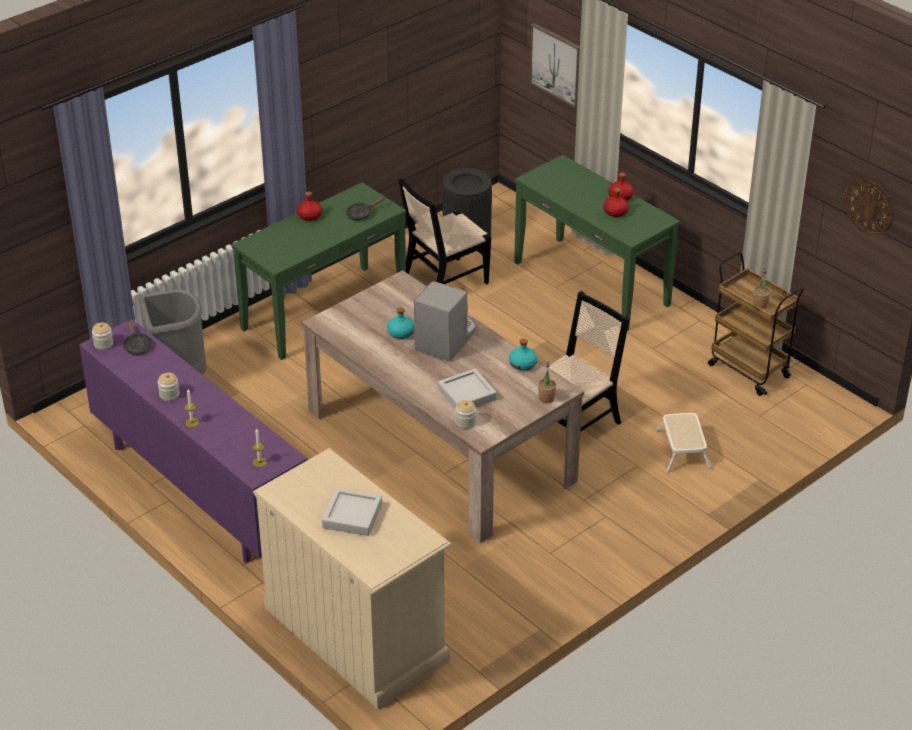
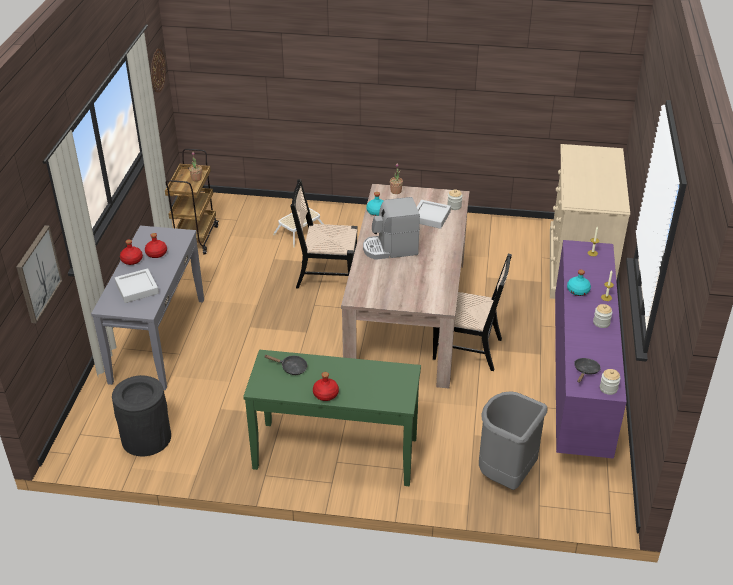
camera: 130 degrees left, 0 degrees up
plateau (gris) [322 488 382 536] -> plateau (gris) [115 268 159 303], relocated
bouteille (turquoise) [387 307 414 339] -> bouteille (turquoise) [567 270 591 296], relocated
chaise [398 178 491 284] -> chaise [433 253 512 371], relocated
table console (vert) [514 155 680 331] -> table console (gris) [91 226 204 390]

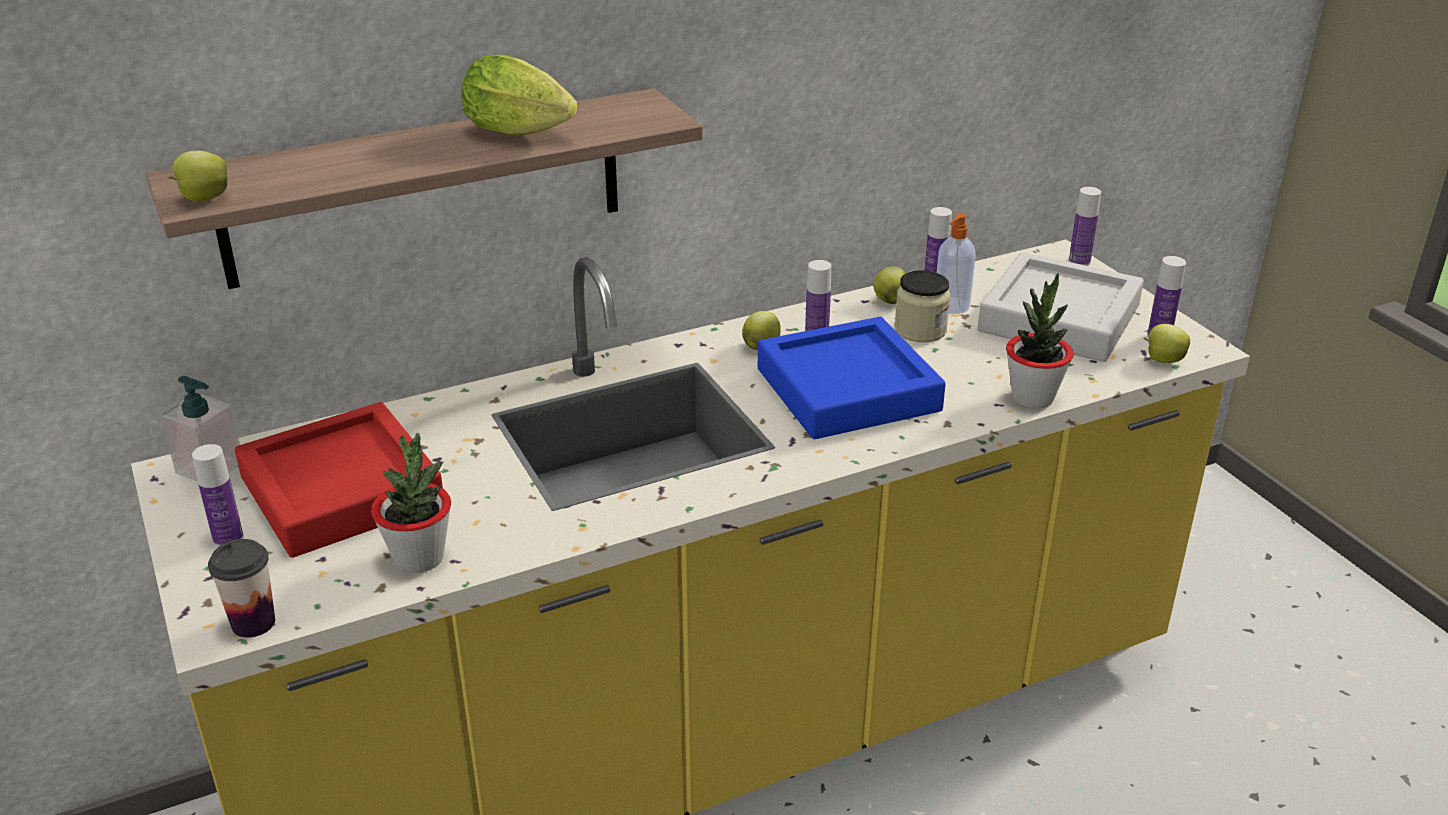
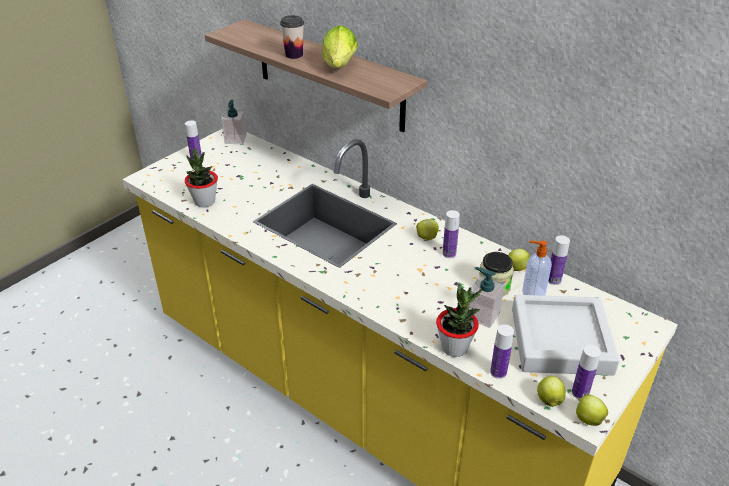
camera: 65 degrees right, 5 degrees up
pomme [168 151 228 202] -> pomme [576 395 608 426], relocated
tasse [208 539 275 638] -> tasse [280 15 304 59], relocated
plateau (rouge) [235 402 443 558] -> none
plateau (bleu) [758 317 946 439] -> none
bouteille [1069 187 1101 266] -> bouteille [490 324 514 379], relocated
none -> distributeur de savon [469 267 505 328]

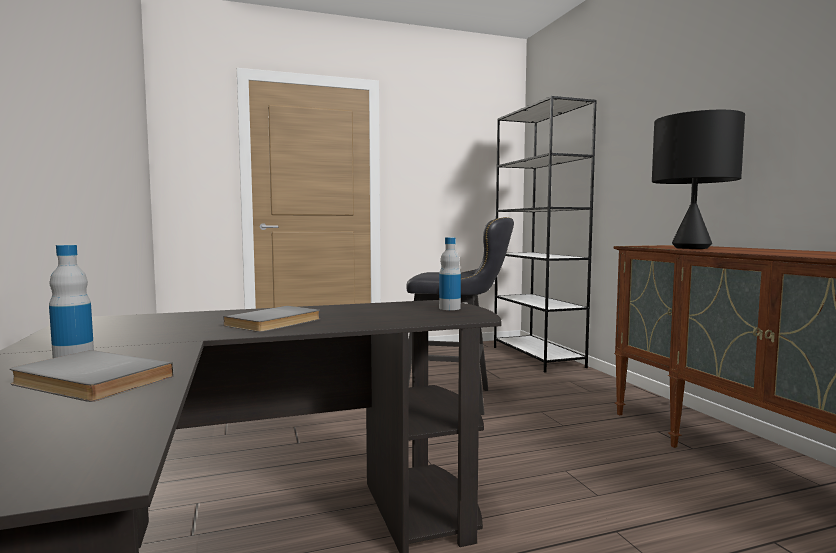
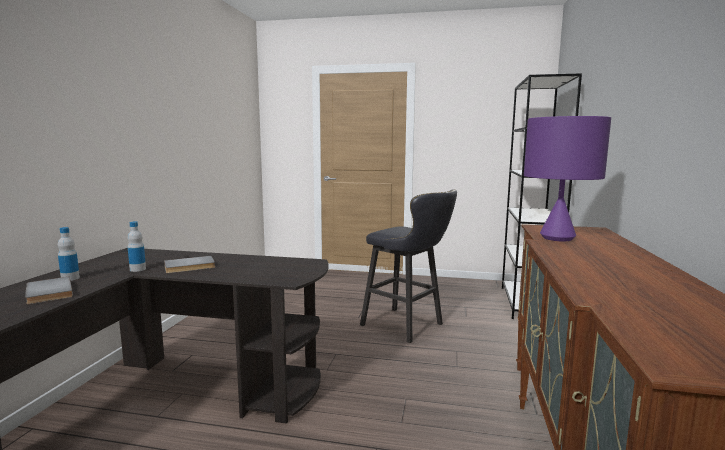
camera: 30 degrees right, 5 degrees up
bouteille [439 237 461 310] -> bouteille [128 222 146 272], relocated
lampe de table (noir) [652 110 745 249] -> lampe de table (violet) [524 116 611 241]

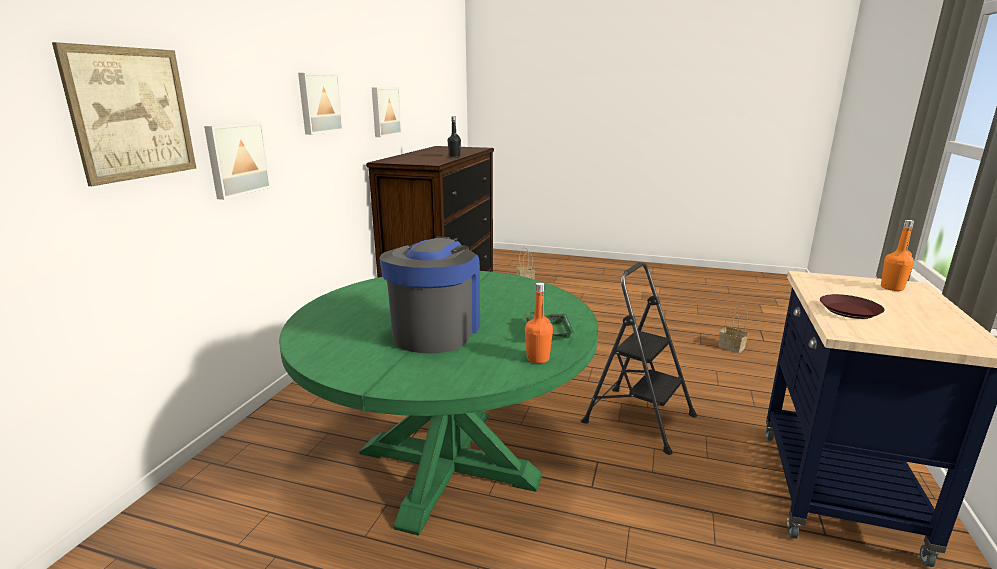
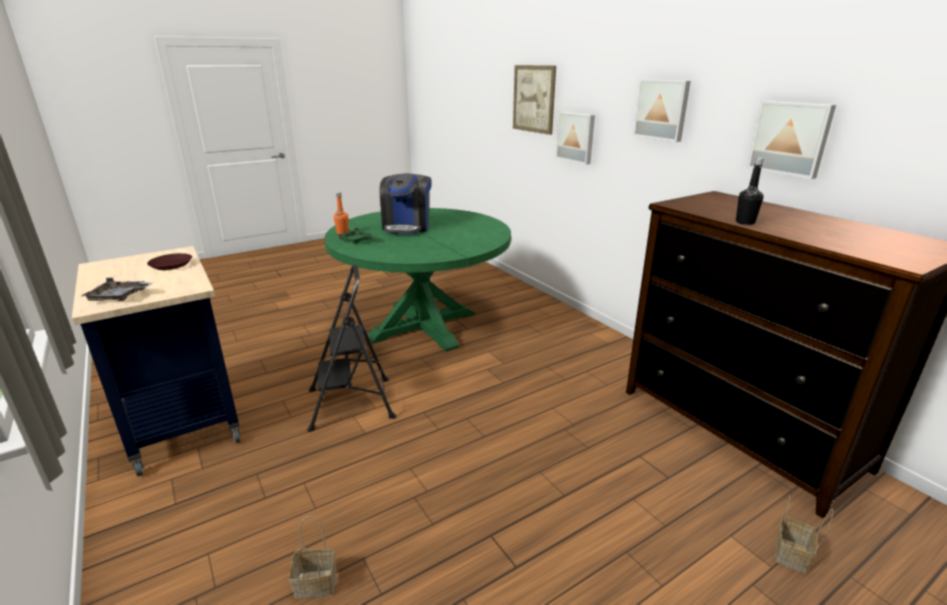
camera: 130 degrees right, 5 degrees up
machine à café [379 236 480 353] -> machine à café [379 173 431 235], 45 degrees clockwise
bouteille (orange) [881 220 914 291] -> plateau (gris) [81 278 152 301]

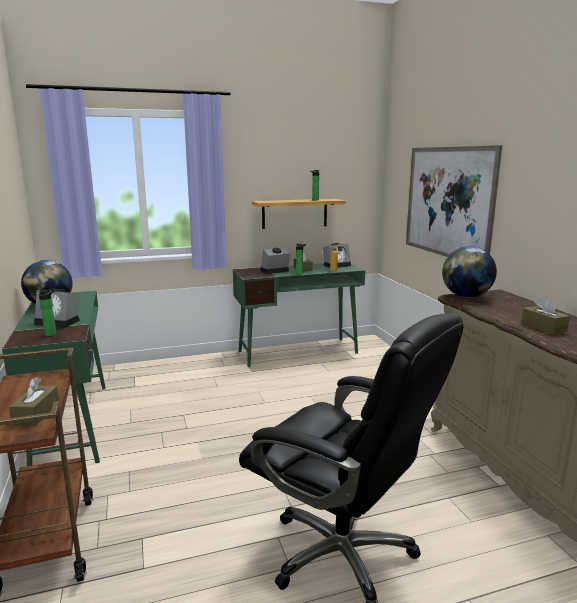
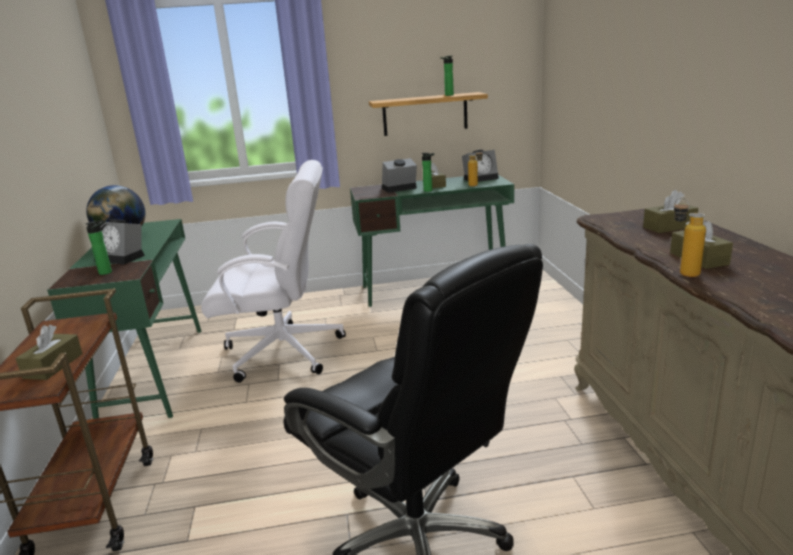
camera: 10 degrees right, 5 degrees up
tableau [406 145 502 257] -> none
globe [442 246 497 298] -> none
none -> chaise de bureau (blanc) [201 160 346 383]
none -> boîte à mouchoirs (marron) [643 190 698 233]
none -> bouteille [674 198 706 277]

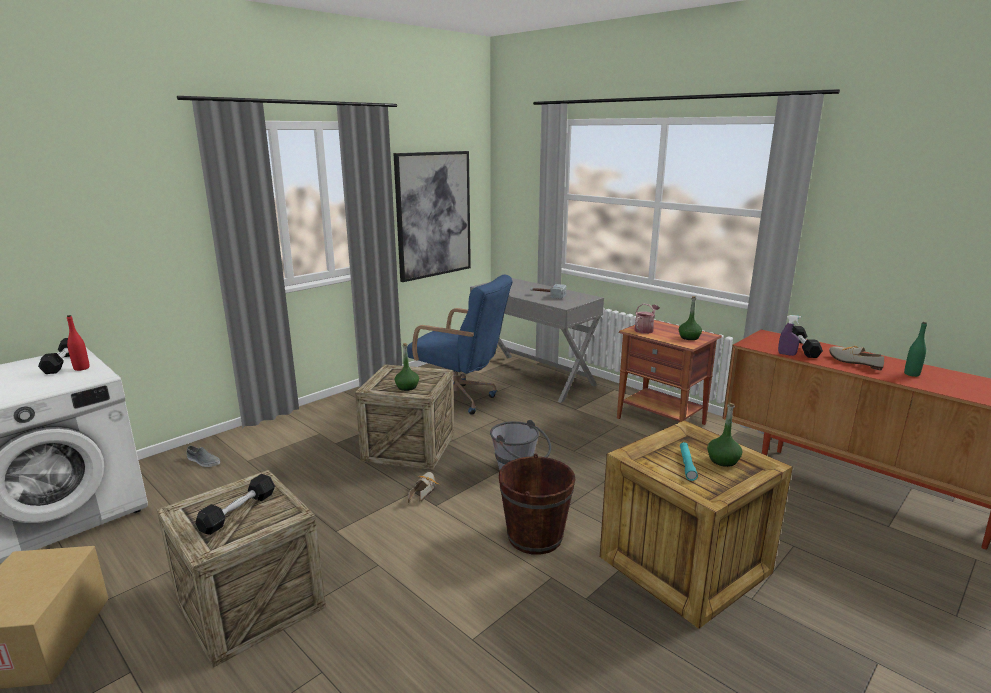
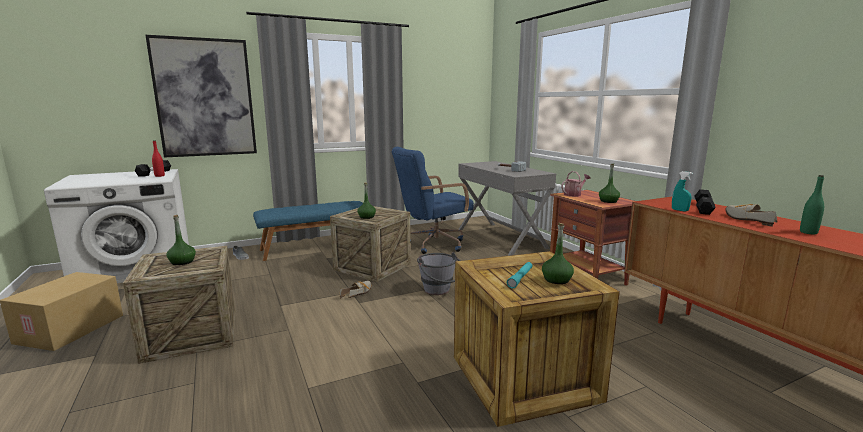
camera: 20 degrees right, 5 degrees down
haltère (noir) [195 474 275 535] -> bouteille (vert) [166 215 196 265]
tableau [393 151 471 282] -> tableau [145 35 257 157], relocated
chaise de bureau (bleu) [407 275 513 415] -> chaise de bureau (bleu) [392 147 474 254], 105 degrees clockwise
seau (marron) [499 453 575 555] -> none
vaporisateur (violet) [778 315 801 356] -> vaporisateur (turquoise) [672 171 693 211]
none -> banc (bleu) [253 201 363 261]

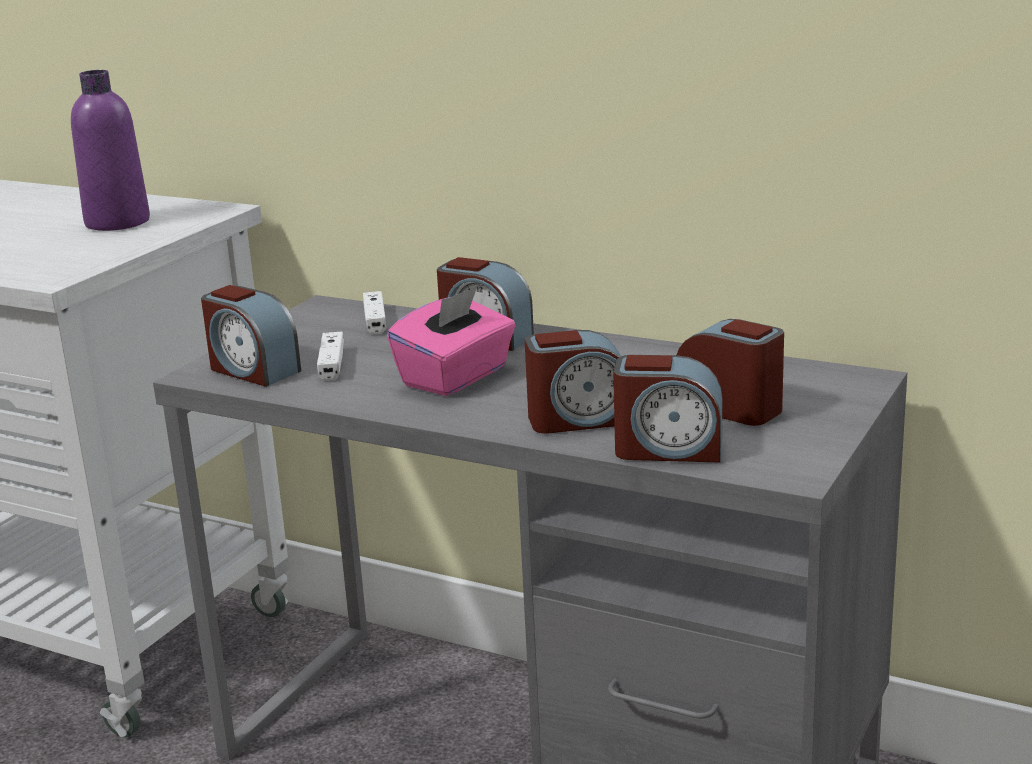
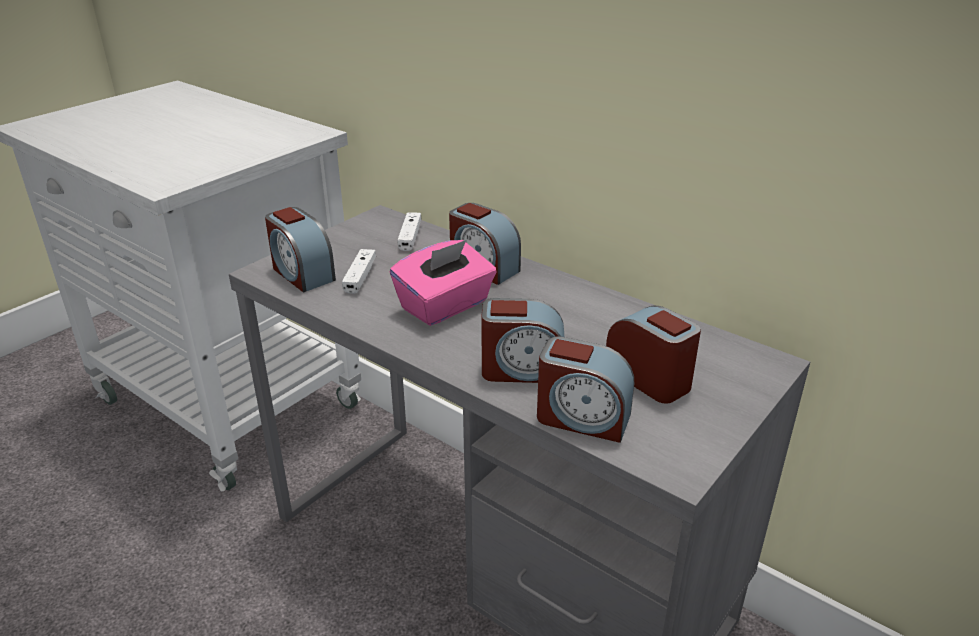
camera: 10 degrees right, 10 degrees up
bouteille (violet) [71 70 150 231] -> none

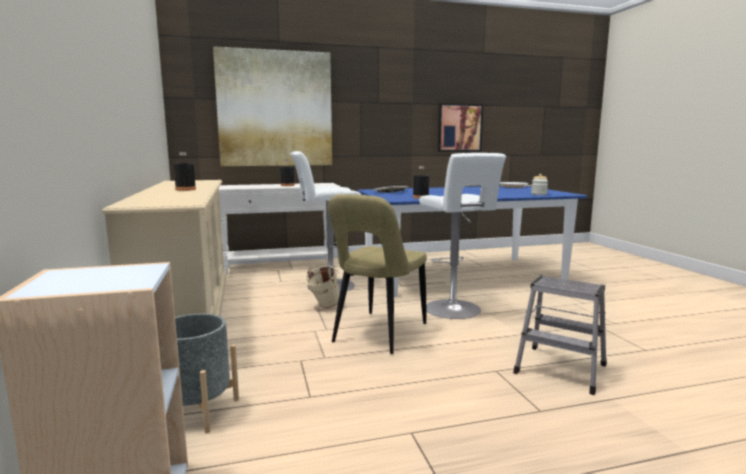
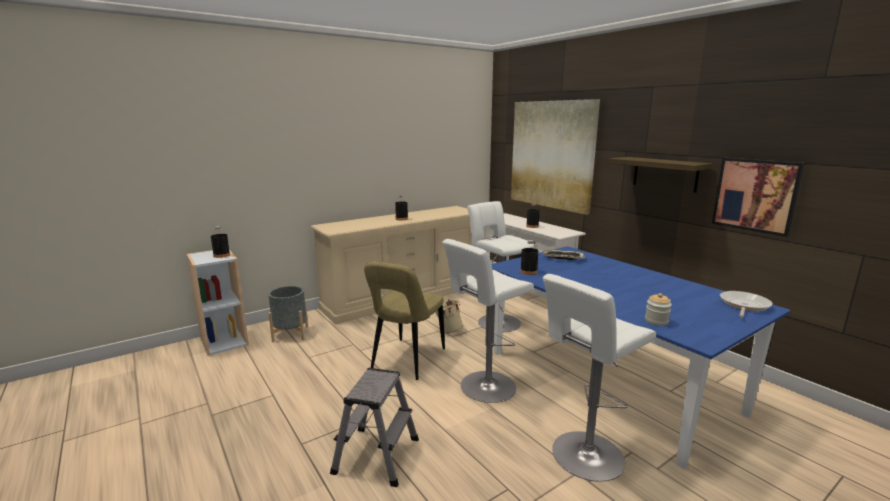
camera: 70 degrees right, 5 degrees up
chaise (beige) [328 194 427 354] -> chaise (beige) [364 261 445 380], 75 degrees counterclockwise
none -> bouteille (noir) [211 226 230 258]
none -> tabouret (blanc) [542 274 656 482]
none -> étagère [609 157 713 193]

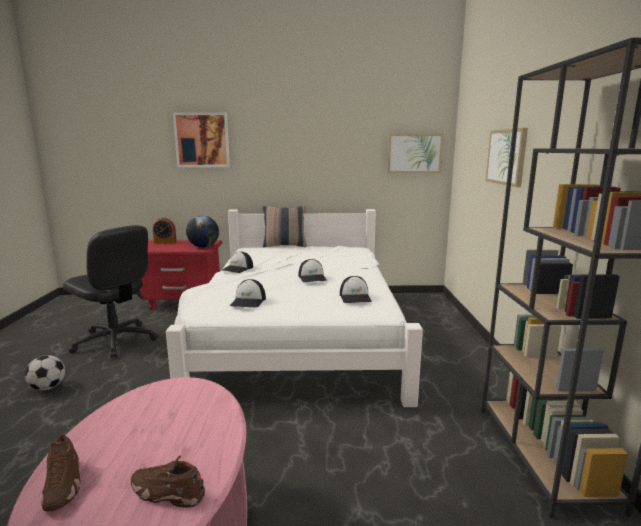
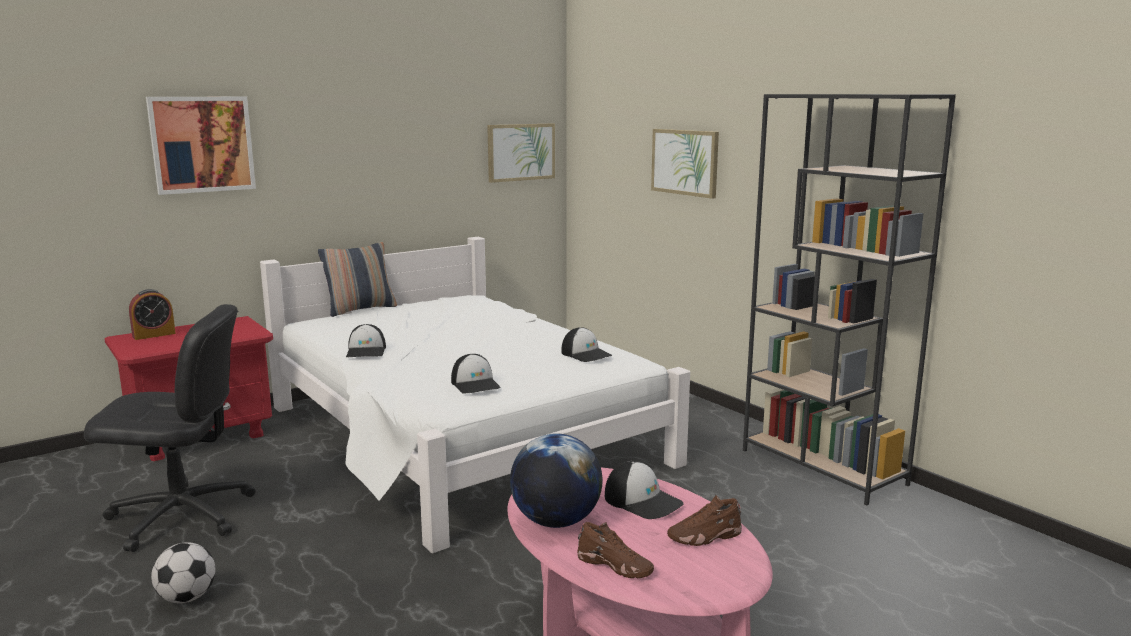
camera: 35 degrees left, 0 degrees up
globe [186 216 219 248] -> globe [510 433 603 528], relocated
casquette [298 259 327 282] -> casquette [605 460 684 519], relocated

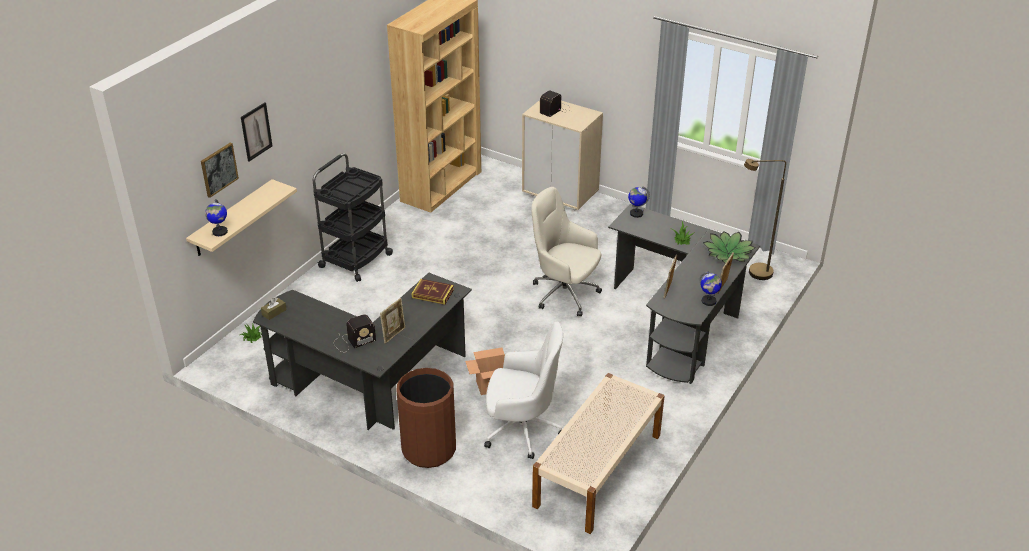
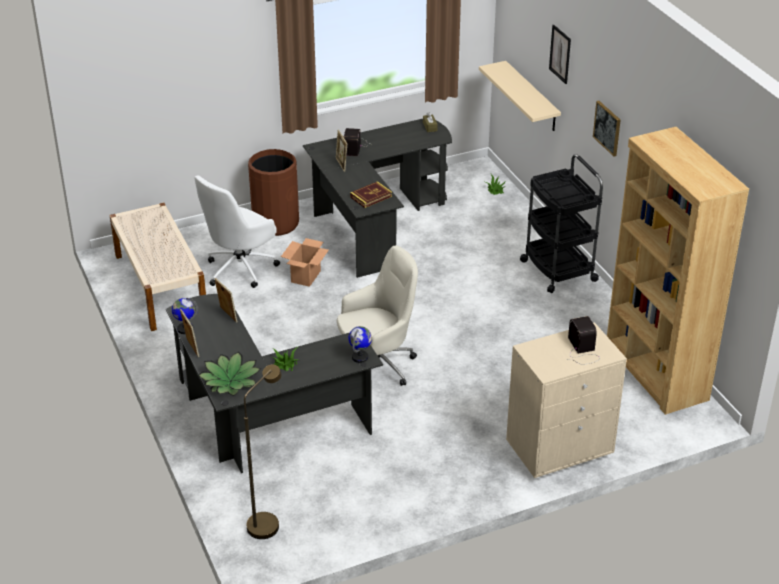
camera: 125 degrees right, 0 degrees up
tableau [201 143 239 198] -> tableau [593 101 621 156], relocated
globe [205 199 228 236] -> none

